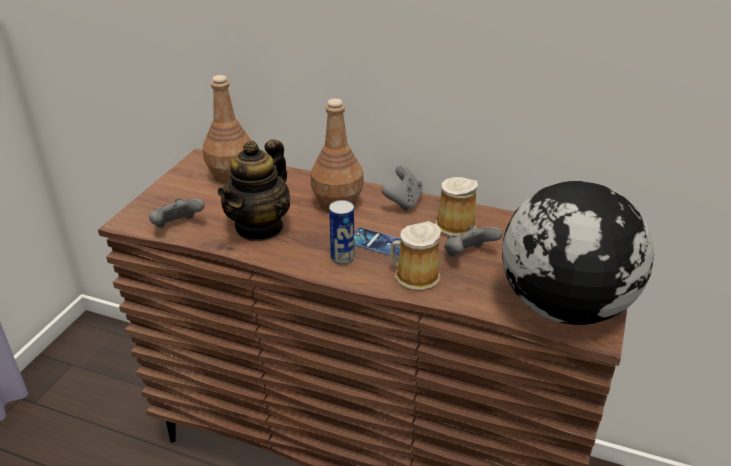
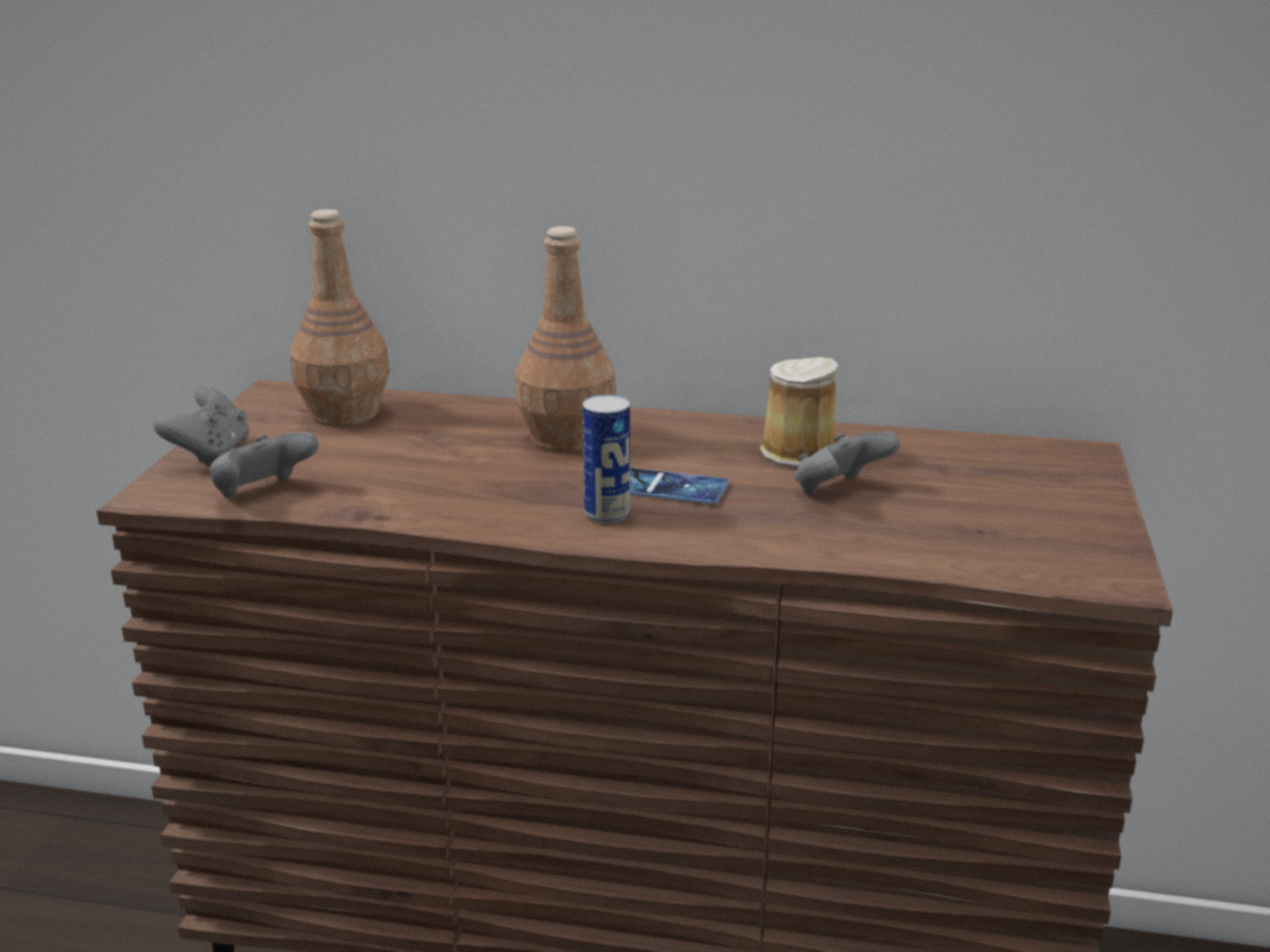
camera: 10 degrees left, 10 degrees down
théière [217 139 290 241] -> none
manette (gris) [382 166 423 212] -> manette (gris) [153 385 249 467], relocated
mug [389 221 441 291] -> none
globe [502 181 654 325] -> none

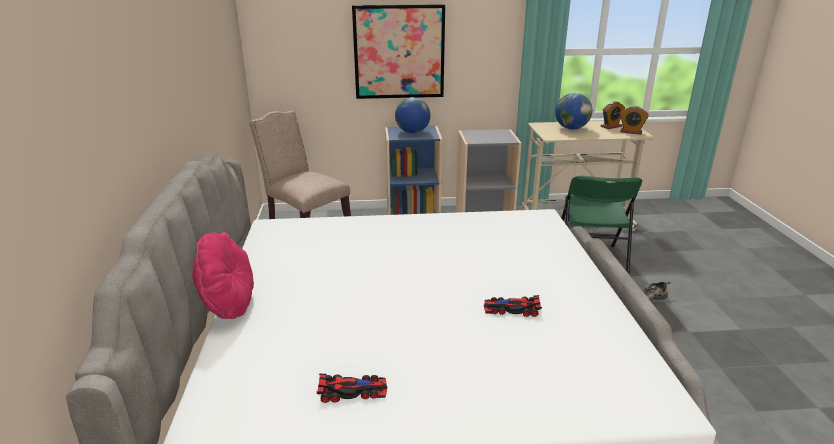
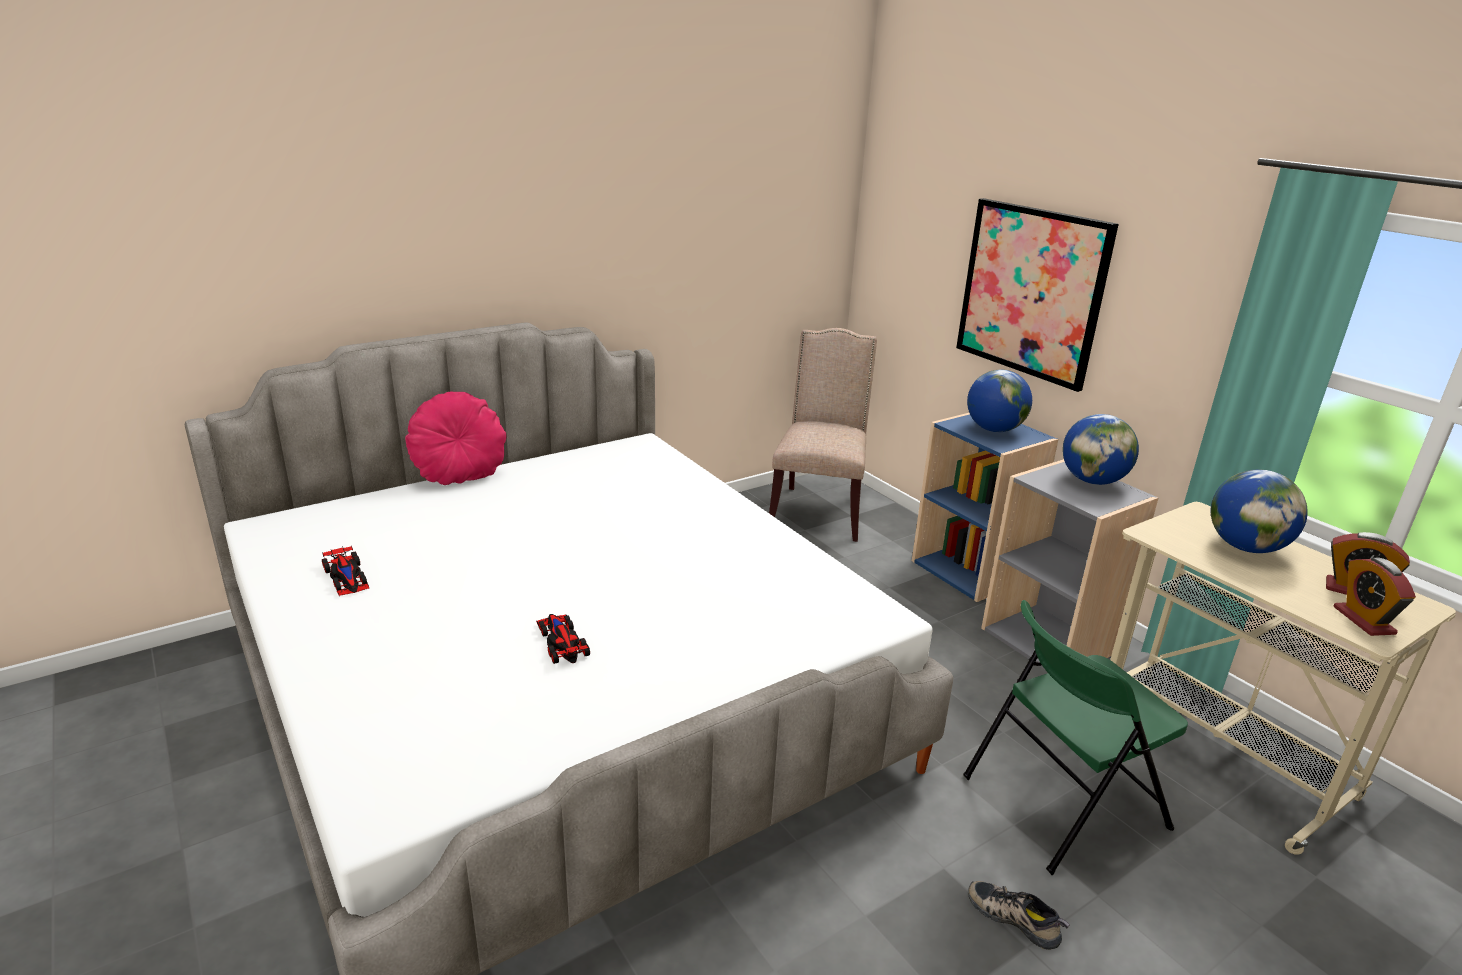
camera: 60 degrees right, 0 degrees up
none -> globe [1062 414 1139 485]

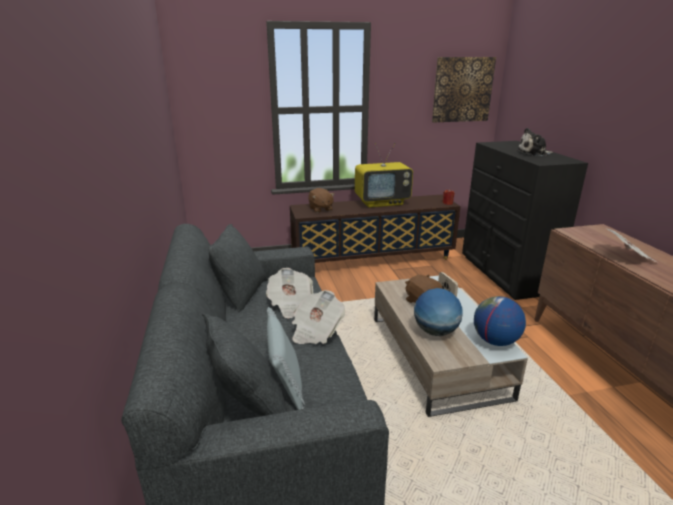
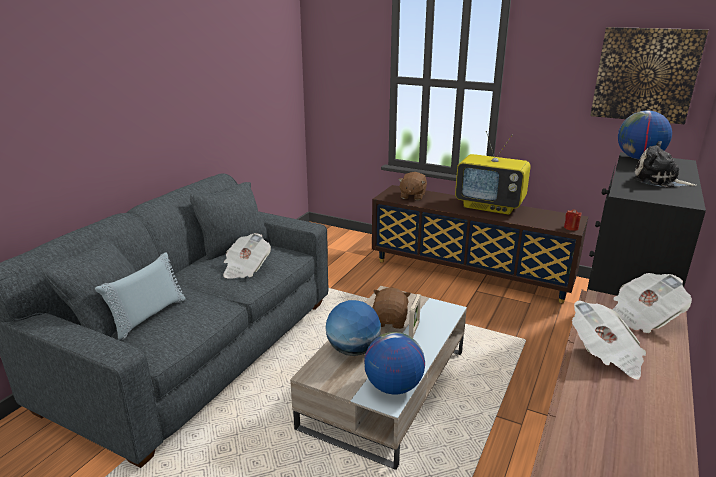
camera: 40 degrees right, 0 degrees up
journal [292 290 345 344] -> journal [612 273 692 333], relocated
none -> globe [618 111 672 160]

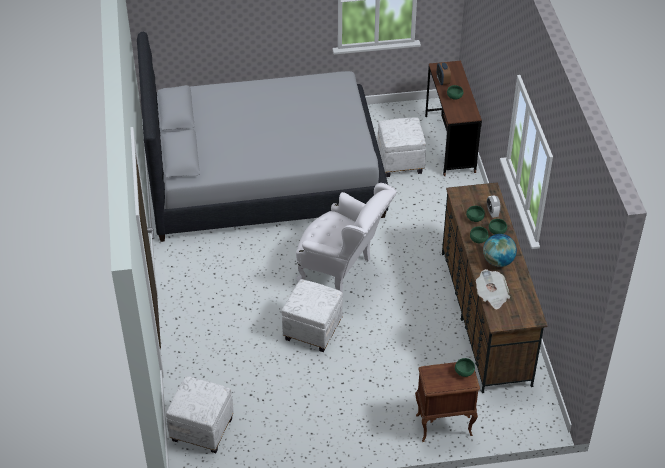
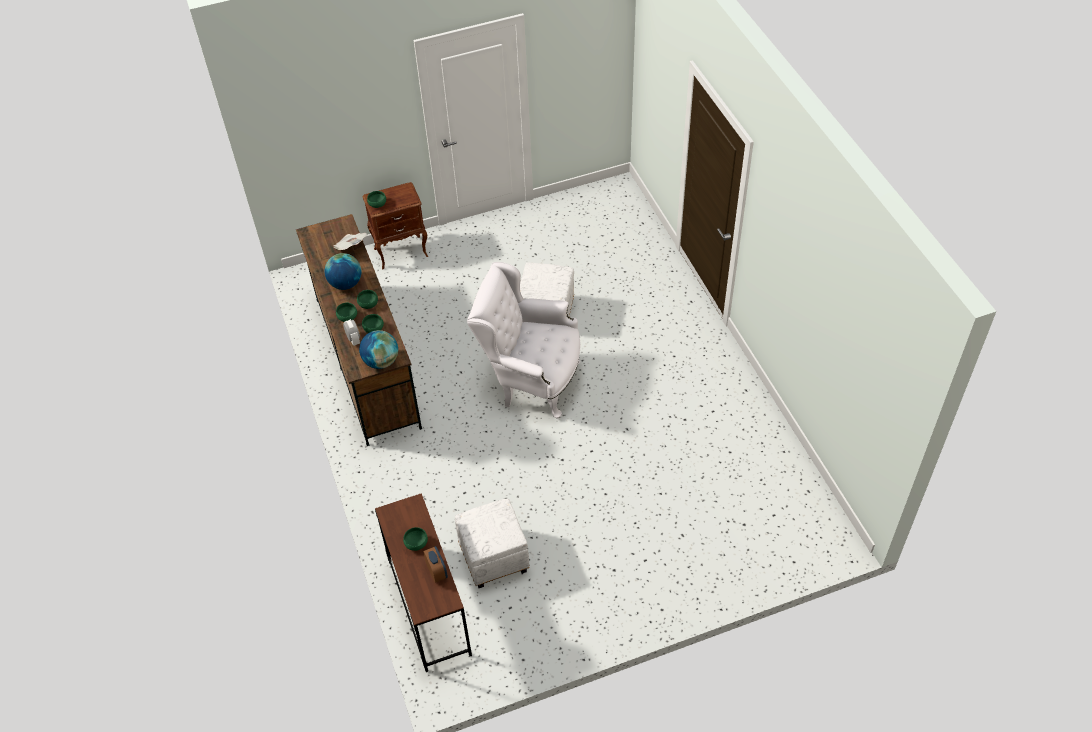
camera: 170 degrees right, 5 degrees up
lit (gris) [137 32 388 242] -> none
pouf (blanc) [166 376 234 453] -> none
none -> globe [359 330 398 369]

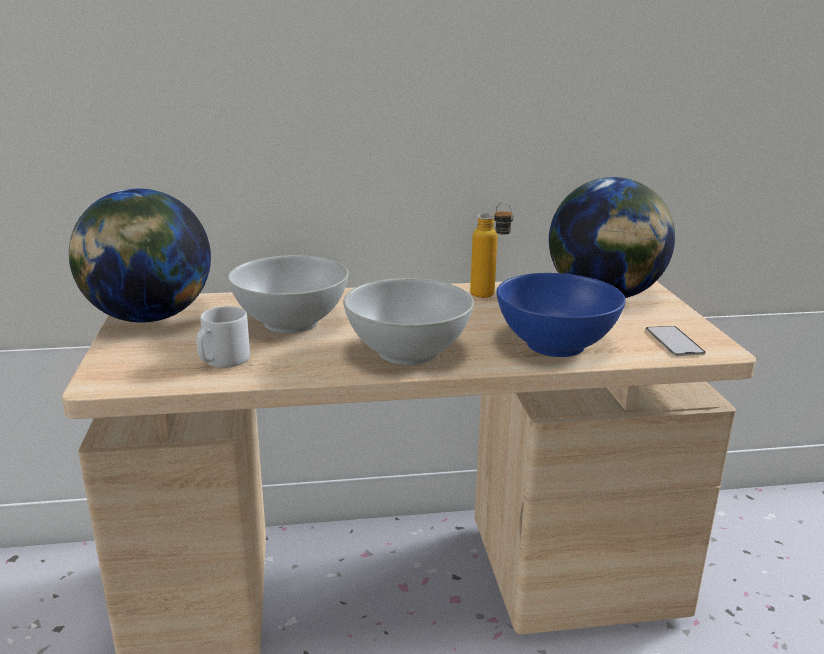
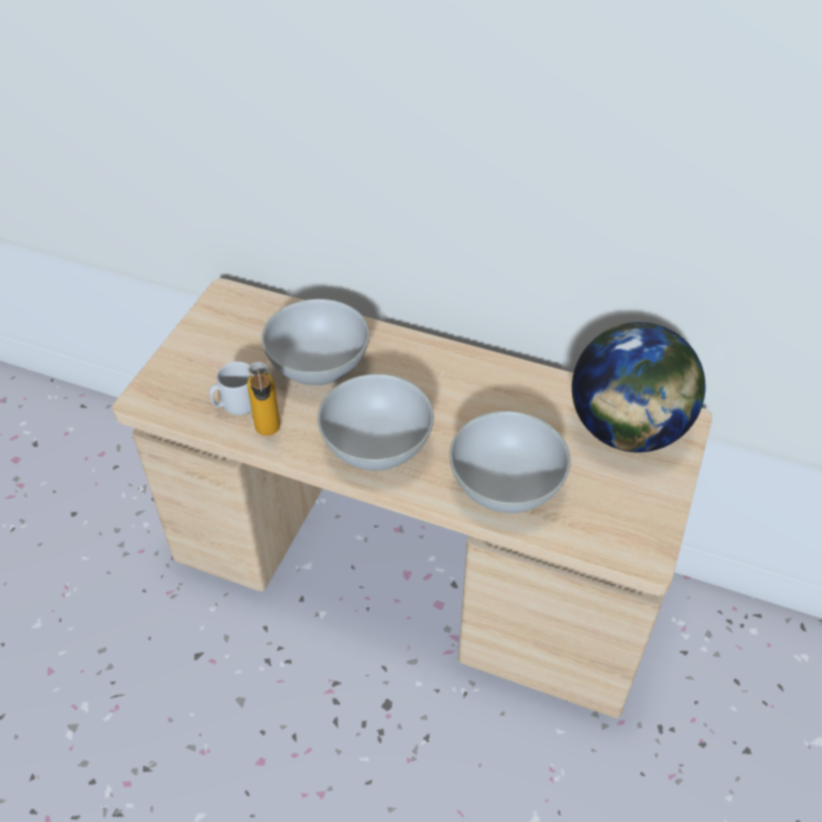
camera: 30 degrees right, 25 degrees up
globe [69 188 211 323] -> none
bouteille [470 202 514 298] -> bouteille [247 362 280 436], relocated
bol (bleu) [497 273 626 357] -> bol (blanc) [449 411 571 513]
téléphone [646 326 706 356] -> none

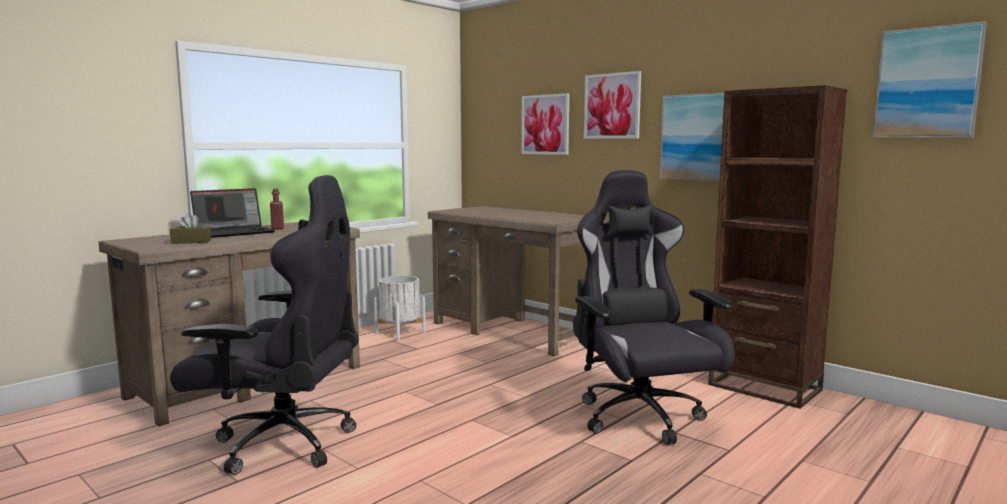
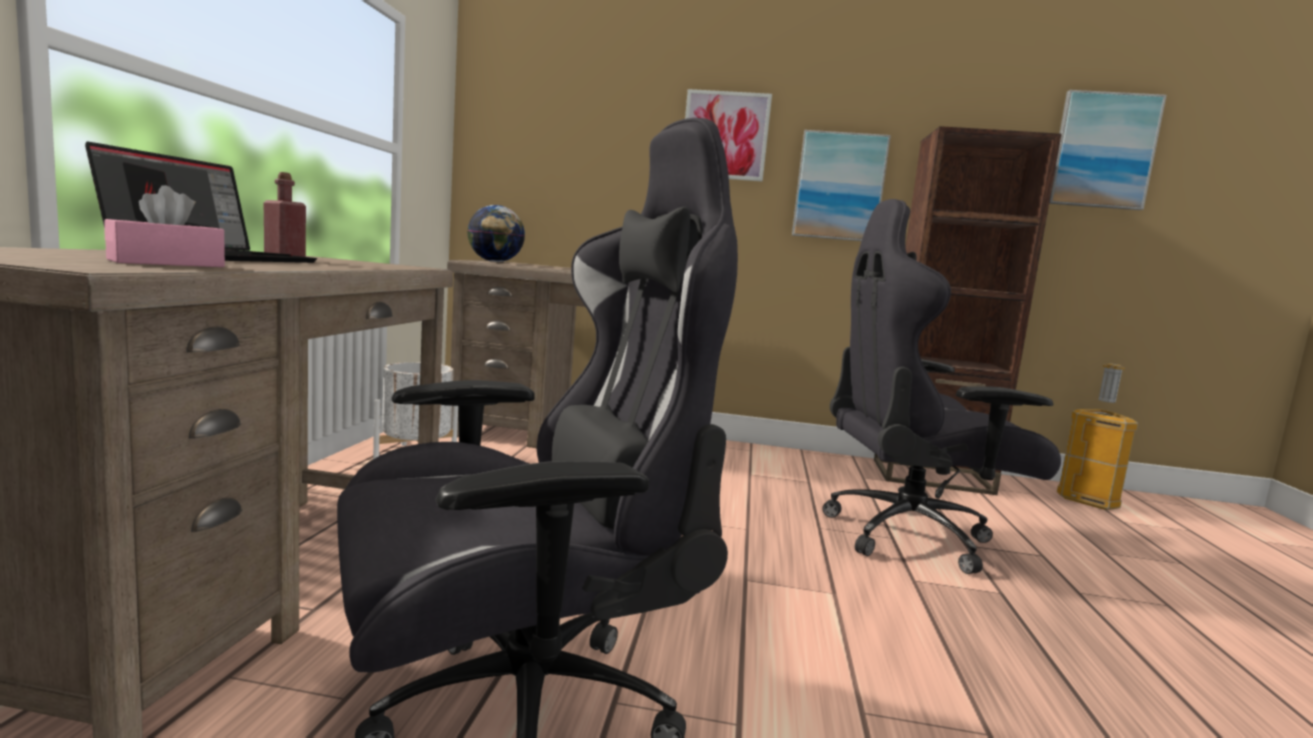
camera: 35 degrees left, 0 degrees up
boîte à mouchoirs (marron) [170 213 211 244] -> boîte à mouchoirs (rose) [105 185 225 267]
tableau [521 93 569 155] -> none
chaise de bureau (noir) [573 170 735 445] -> chaise de bureau (noir) [822 199 1061 574], 45 degrees counterclockwise
none -> globe [467 205 525 262]
none -> poubelle [1057 363 1138 510]

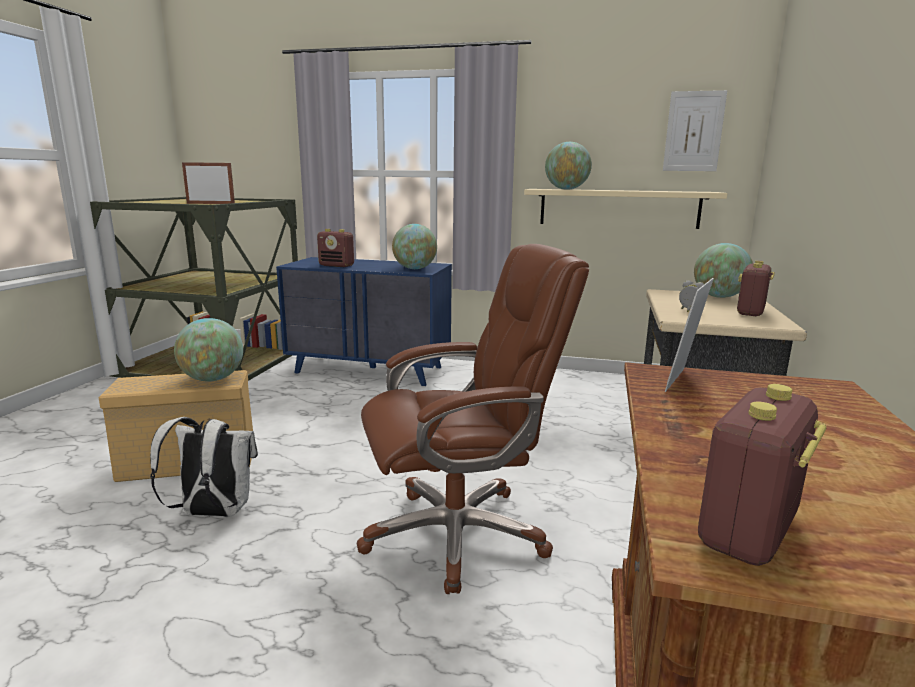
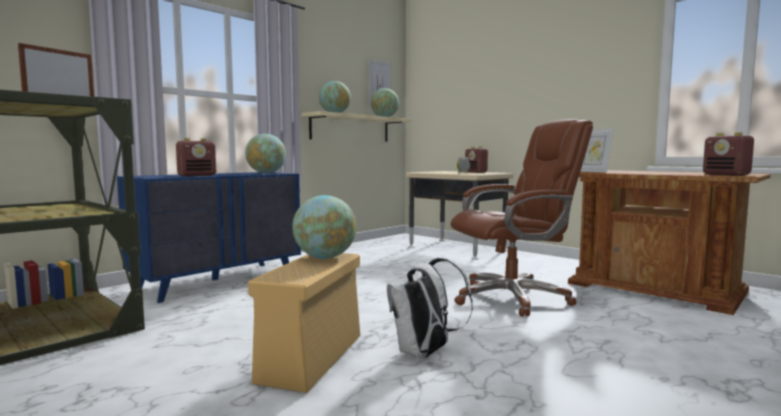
camera: 60 degrees left, 10 degrees down
chaise de bureau (marron) [357 244 589 594] -> chaise de bureau (marron) [451 119 593 317], 60 degrees clockwise
globe [694 243 753 298] -> globe [370 88 399 117], relocated

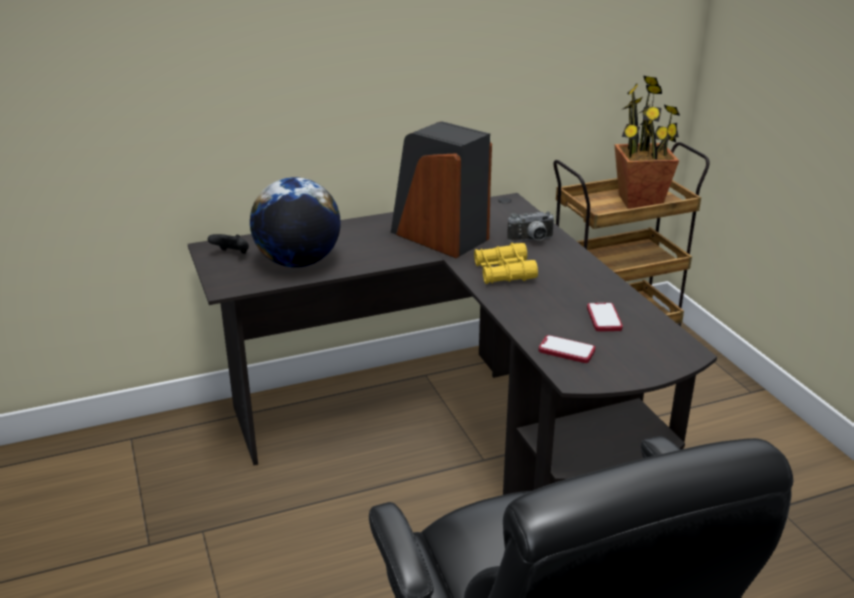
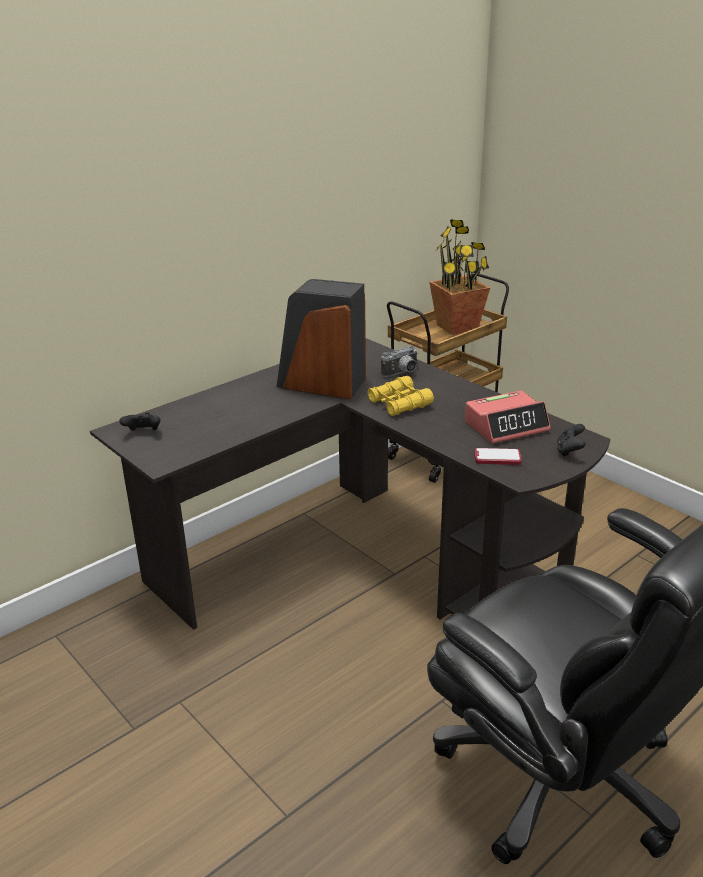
camera: 20 degrees left, 0 degrees up
globe [250 177 341 268] -> none
téléphone [587 303 623 331] -> réveil [465 391 551 444]
none -> manette (noir) [557 424 586 457]

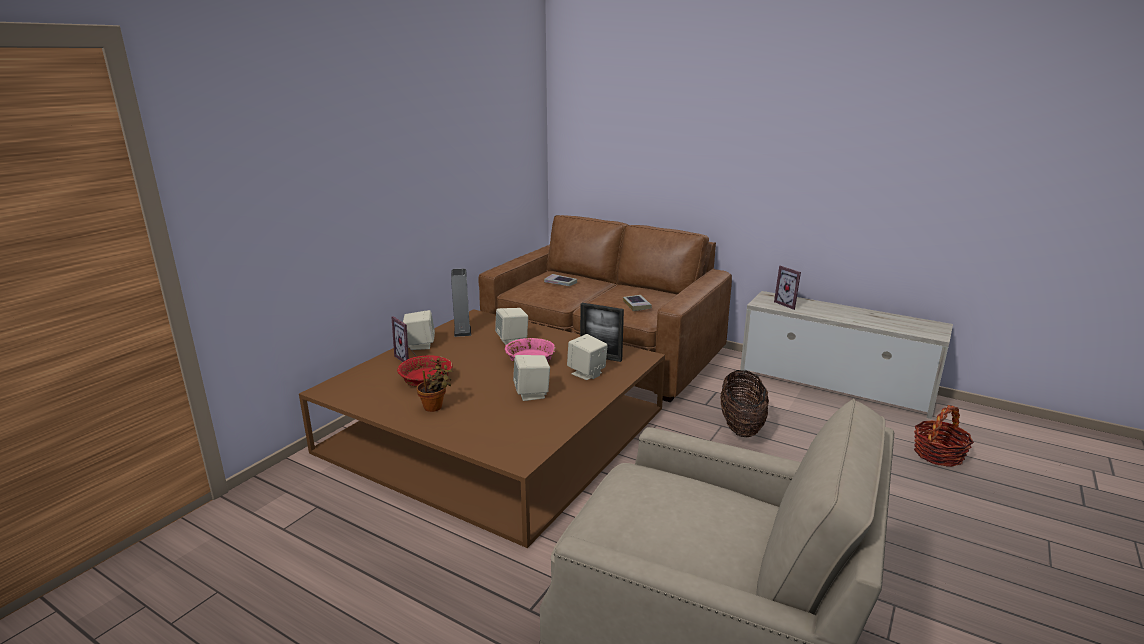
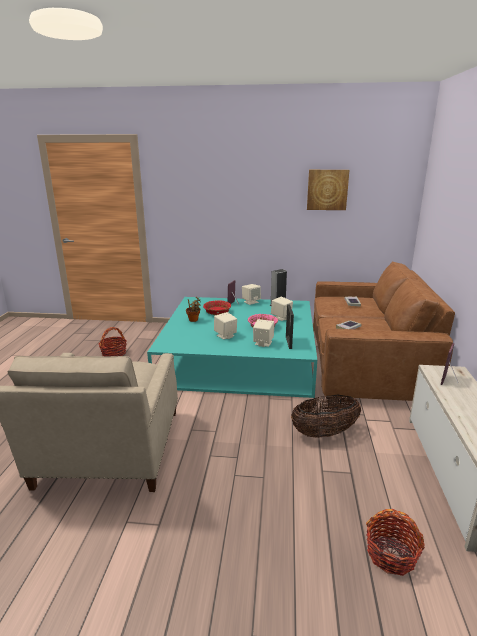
camera: 65 degrees right, 0 degrees up
table basse (marron) [299 309 665 548] -> table basse (turquoise) [147 297 317 398]
none -> panier [99 327 127 356]
none -> tableau [307 170 349 210]

